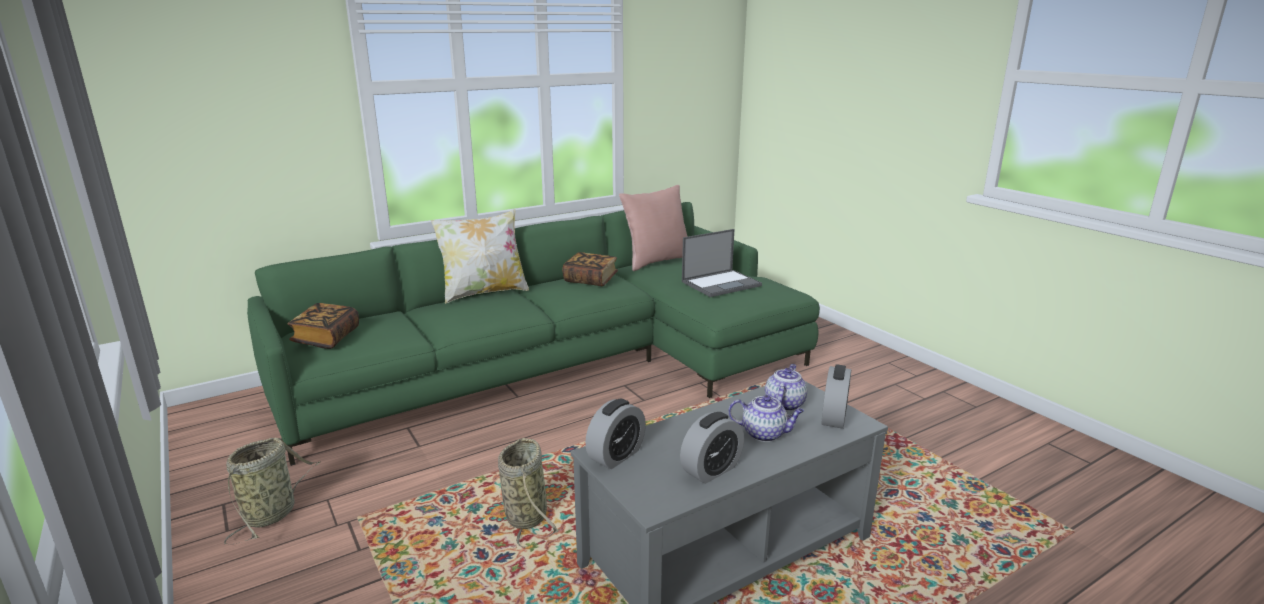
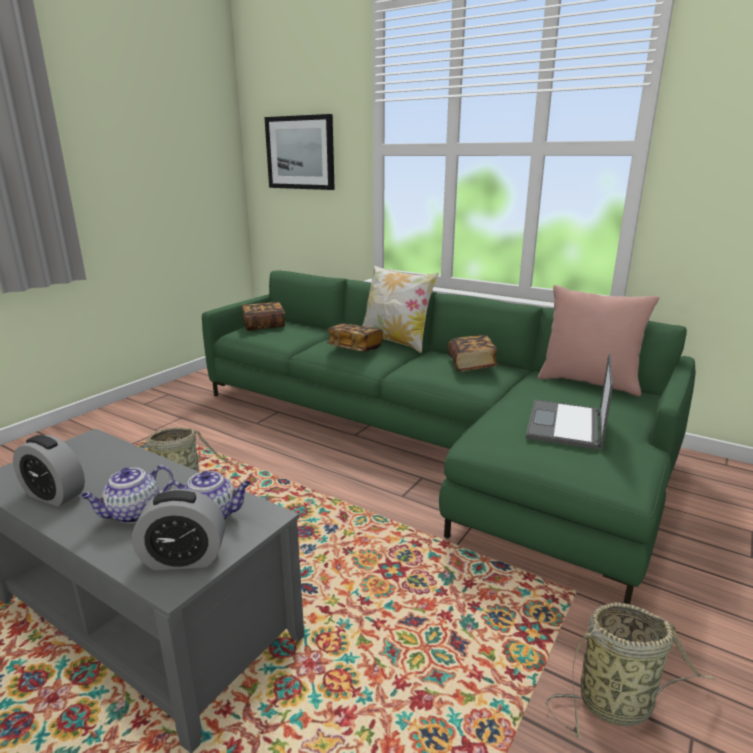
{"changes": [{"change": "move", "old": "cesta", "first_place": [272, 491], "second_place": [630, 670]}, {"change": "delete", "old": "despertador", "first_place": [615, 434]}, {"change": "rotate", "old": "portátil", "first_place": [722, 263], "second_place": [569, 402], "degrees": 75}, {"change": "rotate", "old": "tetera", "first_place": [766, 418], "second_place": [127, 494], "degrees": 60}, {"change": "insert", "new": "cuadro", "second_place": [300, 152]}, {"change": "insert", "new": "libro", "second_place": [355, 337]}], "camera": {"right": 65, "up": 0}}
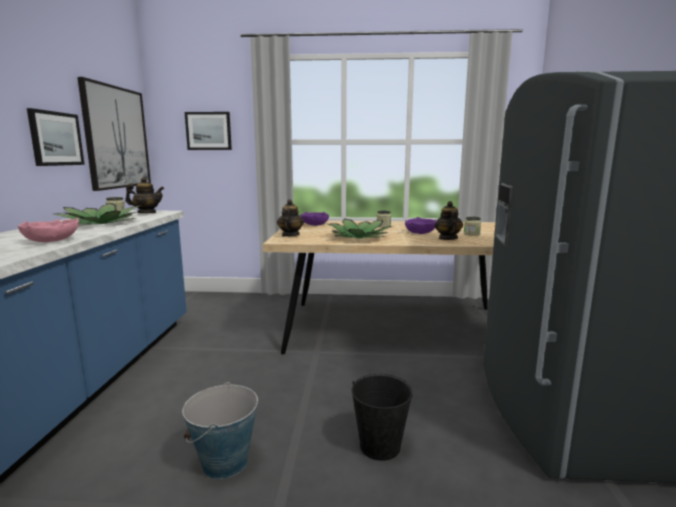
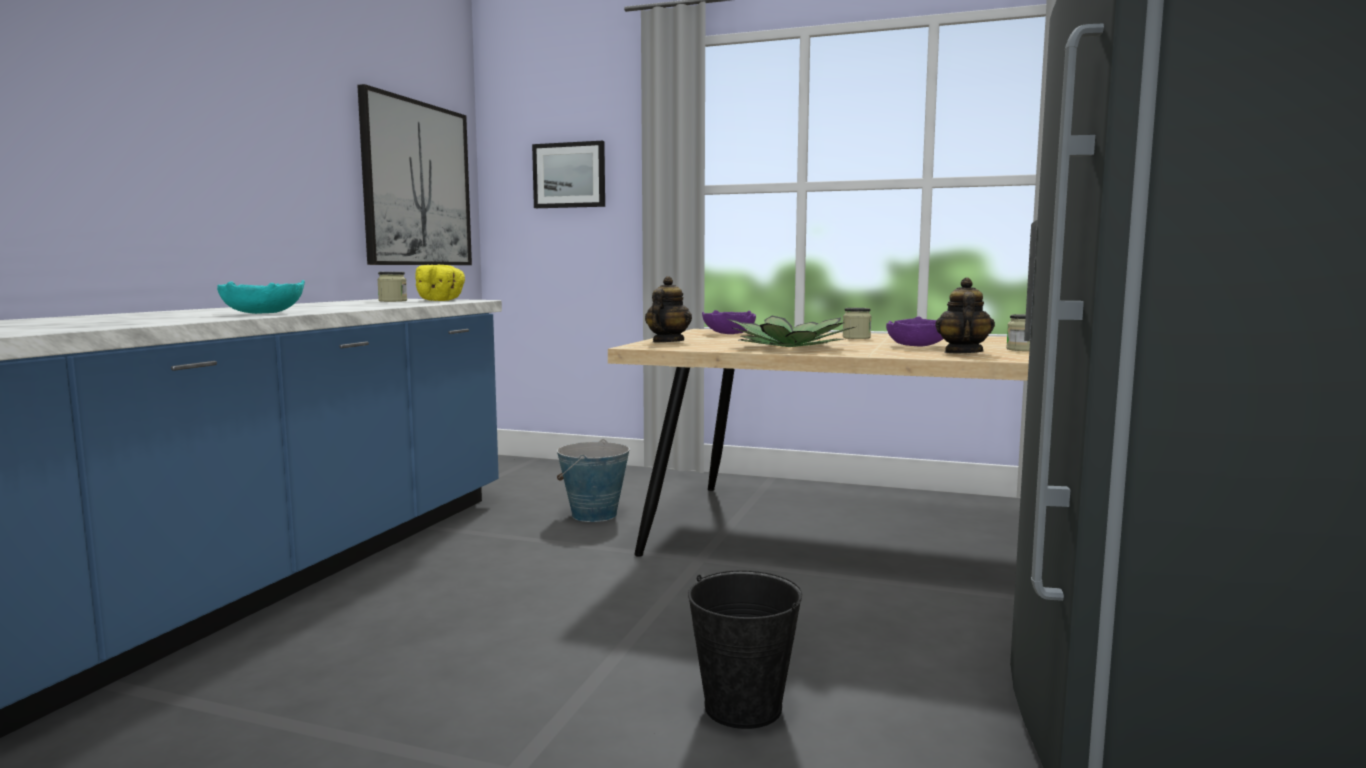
{"changes": [{"change": "recolor", "old": "cuenco (rosa)", "new": "cuenco (turquesa)", "first_place": [48, 230], "second_place": [261, 297]}, {"change": "delete", "old": "cuadro", "first_place": [56, 137]}, {"change": "delete", "old": "planta en maceta", "first_place": [97, 213]}, {"change": "replace", "old": "tetera", "new": "cuenco (amarillo)", "first_place": [144, 195], "second_place": [440, 283]}, {"change": "move", "old": "cubo", "first_place": [220, 430], "second_place": [593, 480]}], "camera": {"right": 15, "up": -5}}
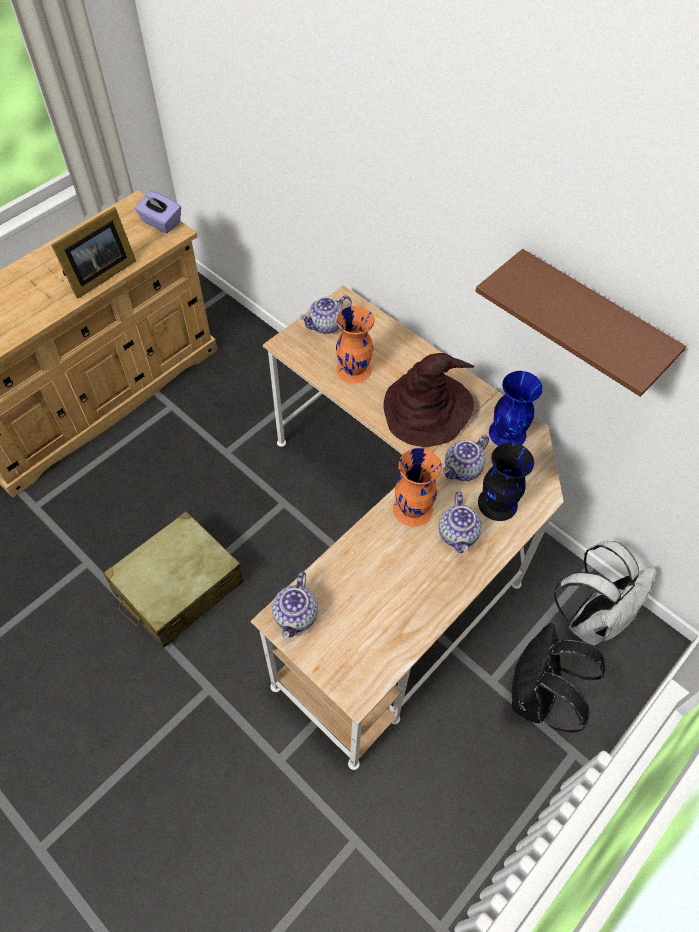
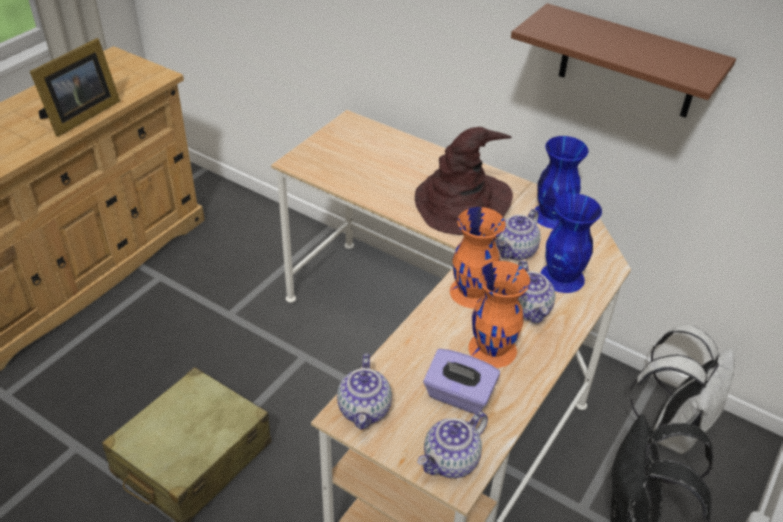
{"changes": [{"change": "move", "old": "caja de pañuelos (morado)", "first_place": [158, 212], "second_place": [461, 381]}, {"change": "move", "old": "tetera", "first_place": [326, 314], "second_place": [453, 444]}, {"change": "move", "old": "florero (naranja)", "first_place": [355, 345], "second_place": [499, 314]}, {"change": "recolor", "old": "florero (negro)", "new": "florero (azul)", "first_place": [506, 482], "second_place": [571, 243]}], "camera": {"right": -10, "up": -15}}
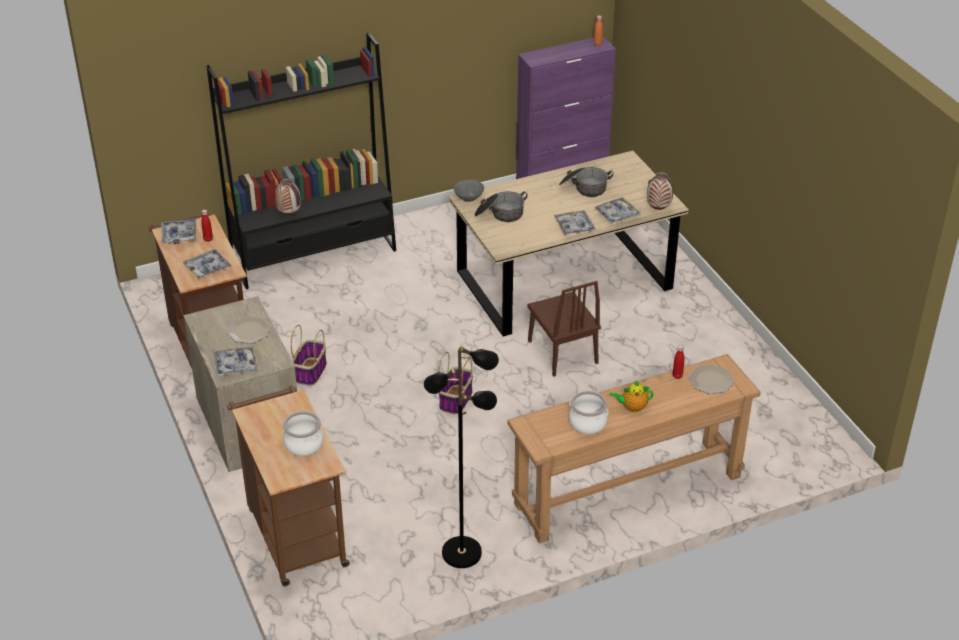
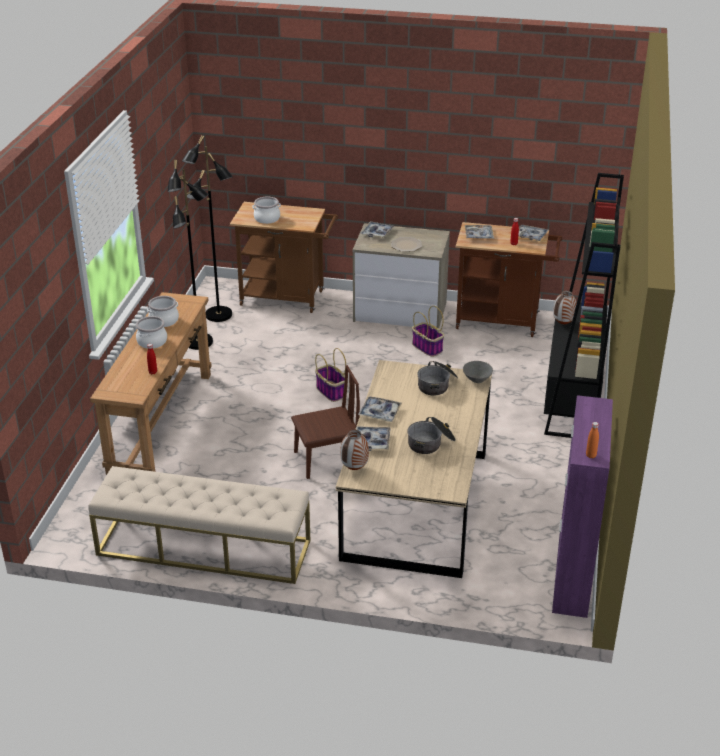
{"changes": [{"change": "rotate", "old": "silla (marrón)", "first_place": [564, 328], "second_place": [325, 422], "degrees": 150}, {"change": "replace", "old": "tetera", "new": "olla", "first_place": [631, 396], "second_place": [151, 332]}, {"change": "delete", "old": "plato", "first_place": [711, 379]}, {"change": "insert", "new": "banco (beis)", "second_place": [199, 525]}, {"change": "insert", "new": "lámpara de pie (negro)", "second_place": [207, 228]}], "camera": {"right": 125, "up": -5}}
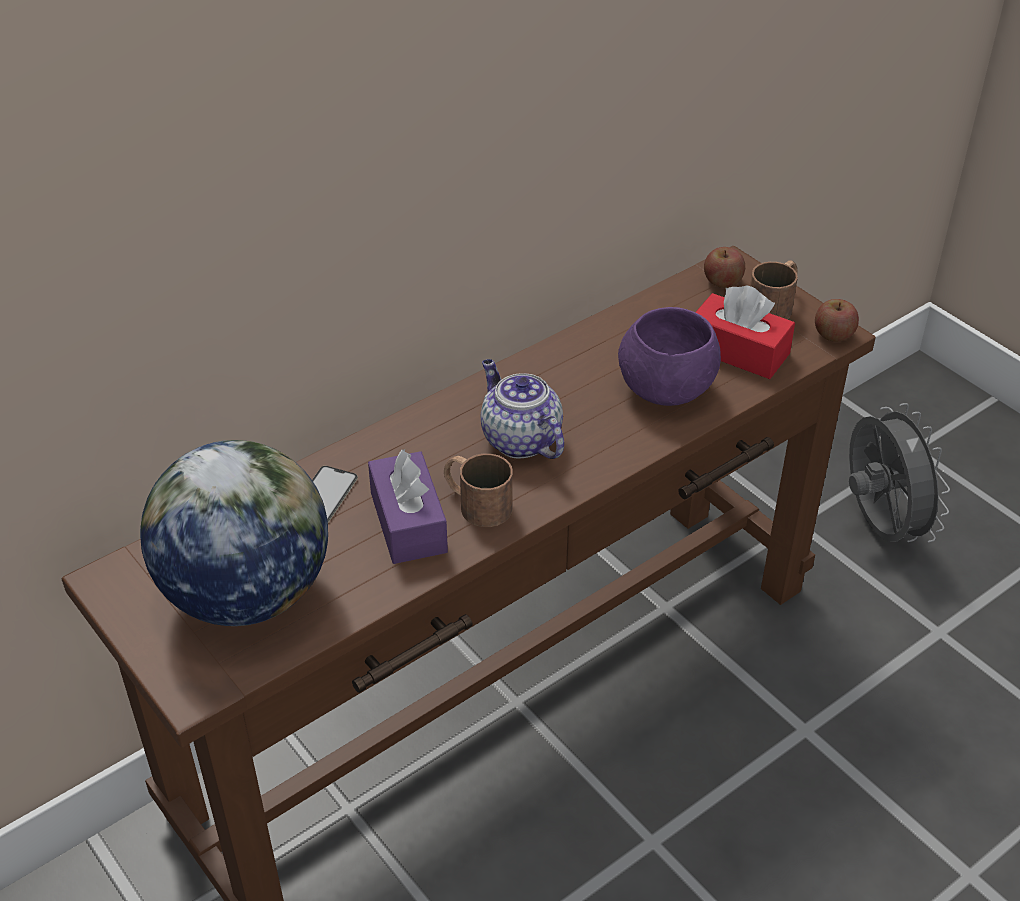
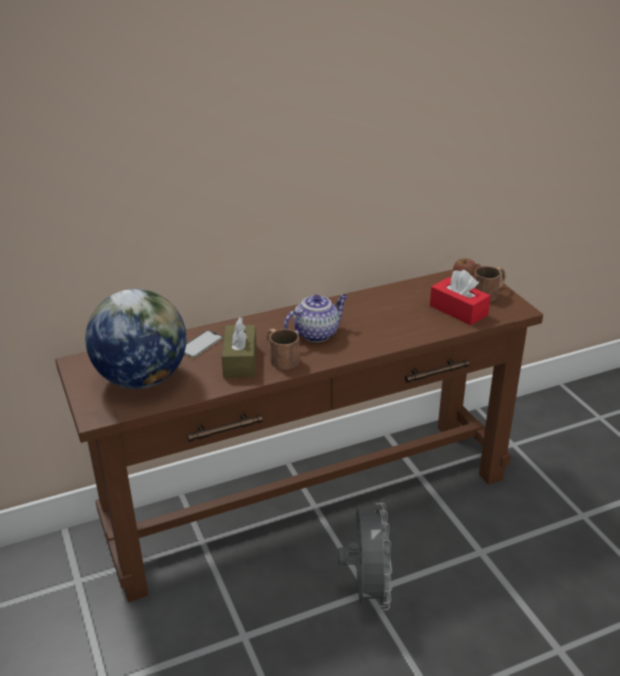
{"changes": [{"change": "recolor", "old": "caja de pañuelos (morado)", "new": "caja de pañuelos (marrón)", "first_place": [408, 506], "second_place": [239, 347]}, {"change": "rotate", "old": "tetera", "first_place": [522, 409], "second_place": [316, 318], "degrees": 75}, {"change": "delete", "old": "cuenco (morado)", "first_place": [669, 356]}, {"change": "delete", "old": "manzana", "first_place": [837, 320]}, {"change": "move", "old": "ventilador (gris)", "first_place": [899, 473], "second_place": [365, 556]}], "camera": {"right": 15, "up": -10}}
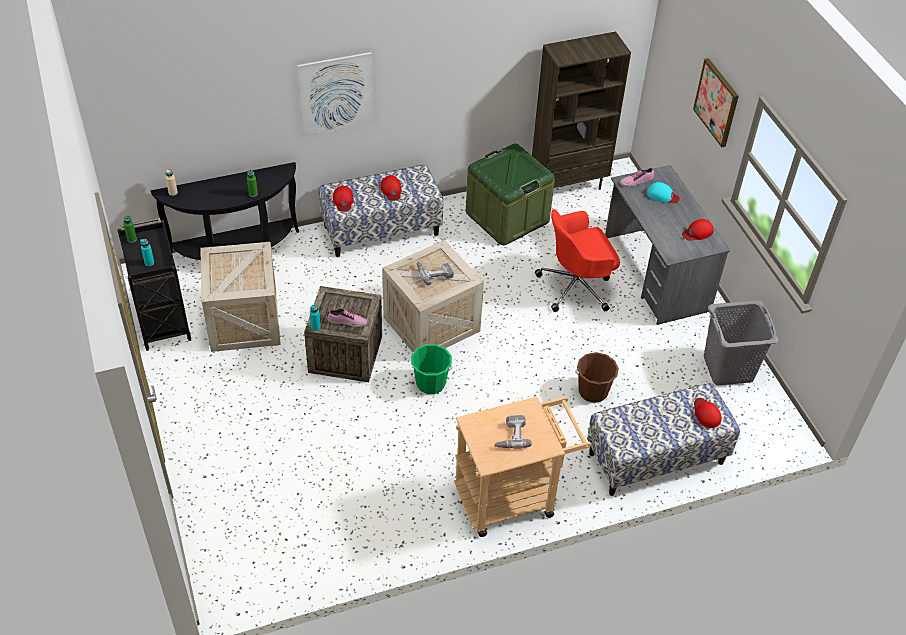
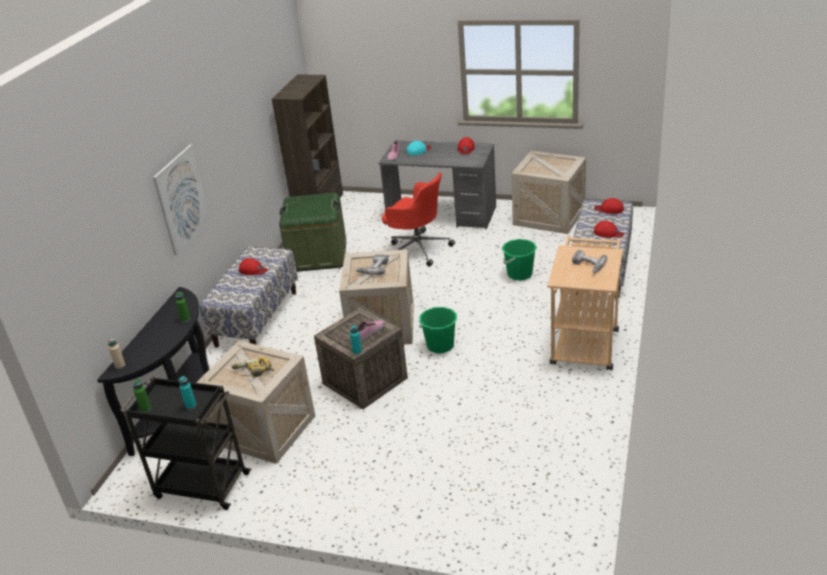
{"changes": [{"change": "move", "old": "gorra (rojo)", "first_place": [343, 199], "second_place": [609, 229]}, {"change": "rotate", "old": "silla de oficina (rojo)", "first_place": [577, 260], "second_place": [418, 219], "degrees": -75}, {"change": "recolor", "old": "cubo (marrón)", "new": "cubo (verde)", "first_place": [597, 377], "second_place": [519, 260]}, {"change": "delete", "old": "cuadro", "first_place": [716, 103]}, {"change": "replace", "old": "cesto de la ropa (gris)", "new": "caja de embalaje", "first_place": [741, 342], "second_place": [548, 192]}, {"change": "insert", "new": "taladro", "second_place": [253, 367]}], "camera": {"right": -50, "up": -15}}
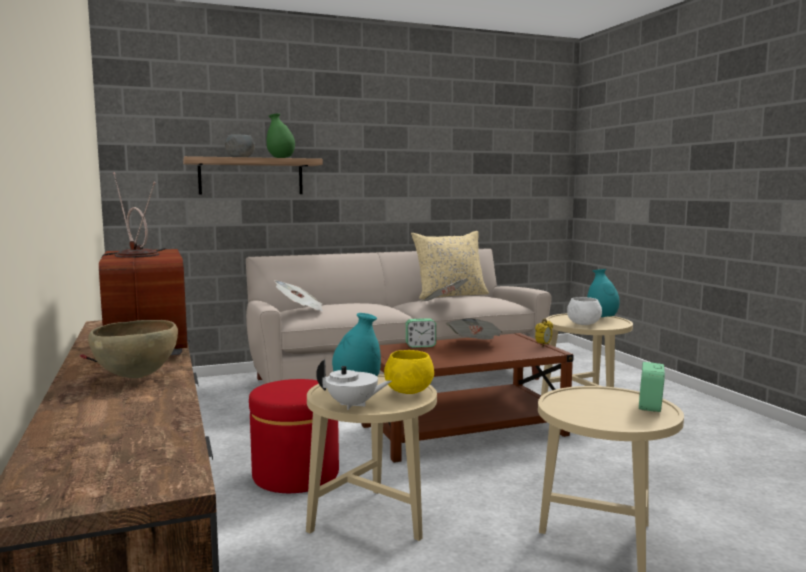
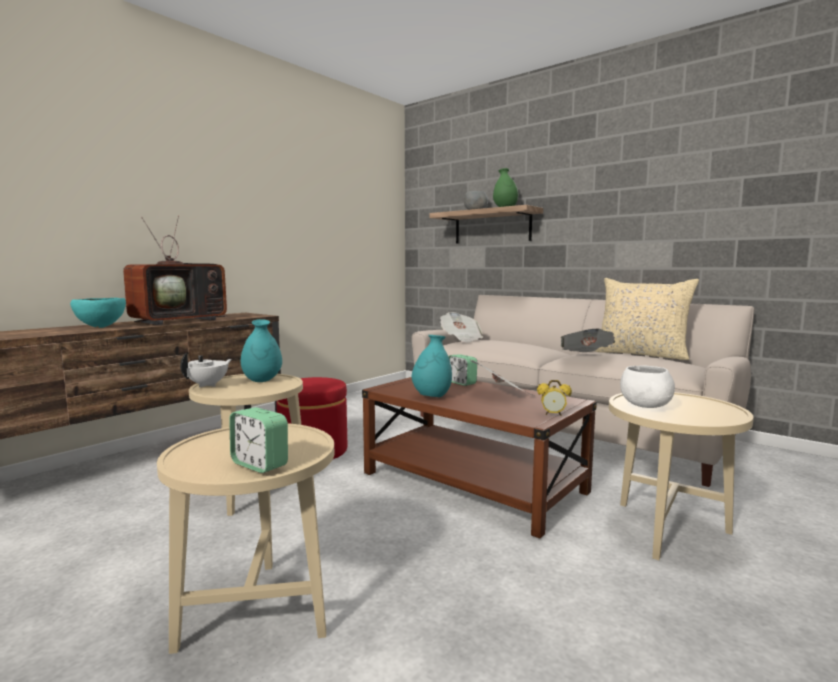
{"changes": [{"change": "recolor", "old": "cuenco (marrón)", "new": "cuenco (turquesa)", "first_place": [133, 349], "second_place": [98, 313]}, {"change": "rotate", "old": "tetera (blanco)", "first_place": [354, 384], "second_place": [206, 370], "degrees": -135}, {"change": "delete", "old": "cuenco (amarillo)", "first_place": [409, 372]}, {"change": "move", "old": "florero (turquesa)", "first_place": [603, 293], "second_place": [432, 366]}, {"change": "rotate", "old": "despertador", "first_place": [652, 387], "second_place": [258, 440], "degrees": -135}], "camera": {"right": 60, "up": 0}}
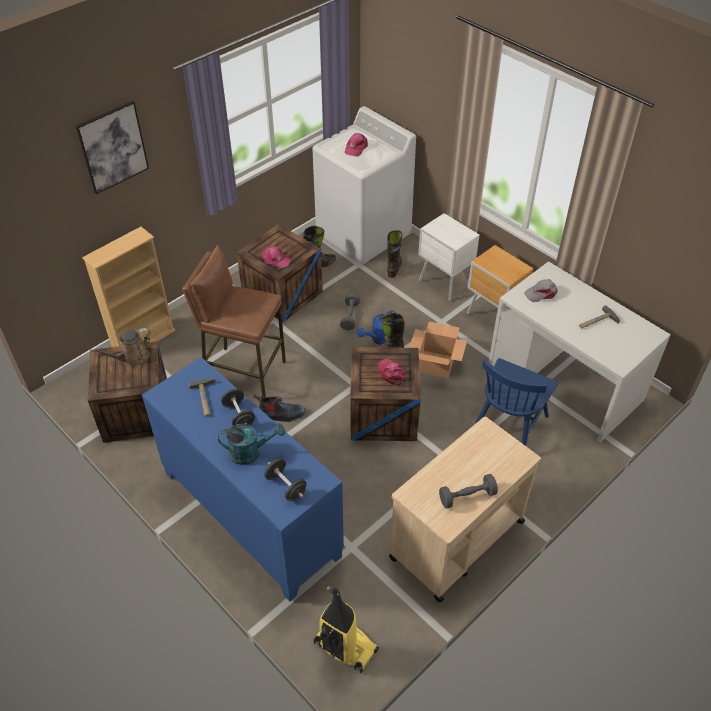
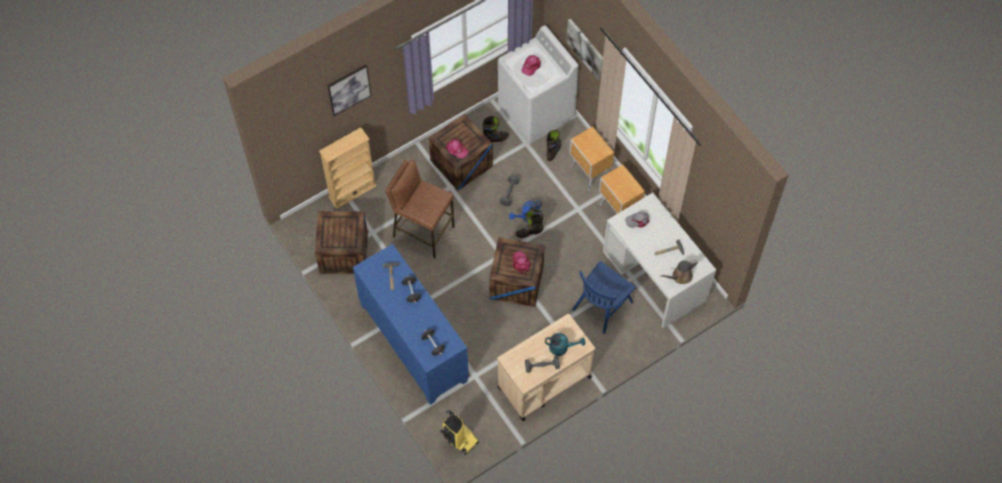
{"changes": [{"change": "move", "old": "regadera (marrón)", "first_place": [121, 347], "second_place": [679, 272]}, {"change": "move", "old": "regadera (turquesa)", "first_place": [251, 444], "second_place": [565, 344]}, {"change": "delete", "old": "bota", "first_place": [279, 408]}, {"change": "delete", "old": "caja de cartón", "first_place": [438, 349]}, {"change": "recolor", "old": "mesita de noche (blanco)", "new": "mesita de noche (marrón)", "first_place": [449, 257], "second_place": [591, 158]}, {"change": "insert", "new": "cuadro", "second_place": [584, 50]}], "camera": {"right": 10, "up": 15}}
